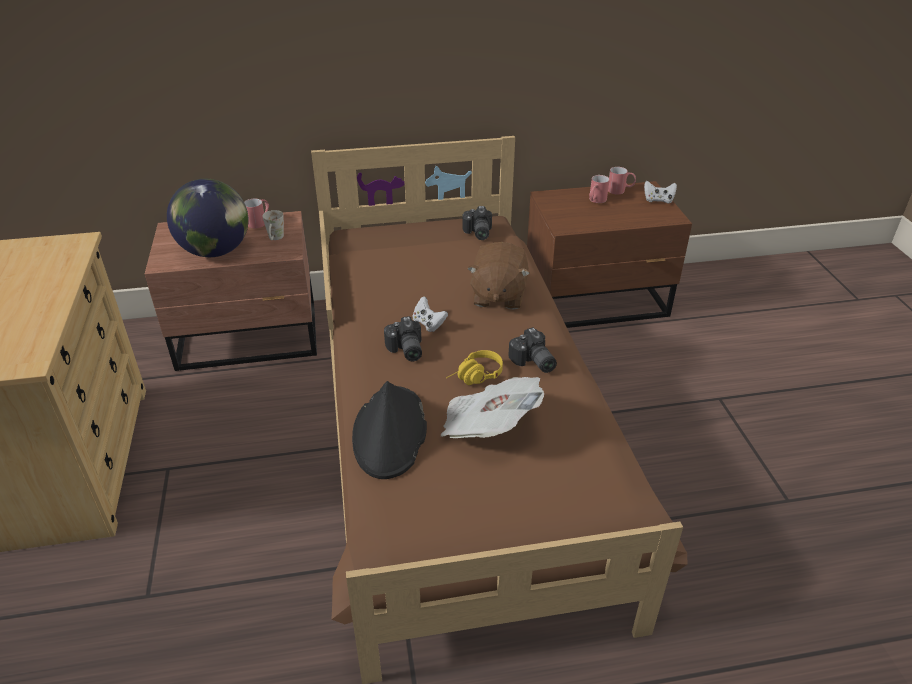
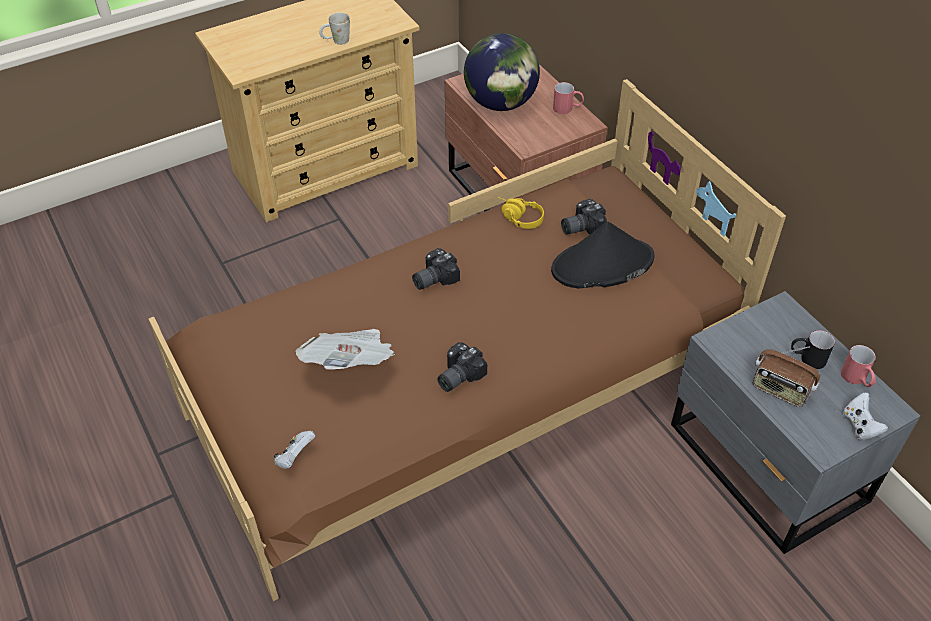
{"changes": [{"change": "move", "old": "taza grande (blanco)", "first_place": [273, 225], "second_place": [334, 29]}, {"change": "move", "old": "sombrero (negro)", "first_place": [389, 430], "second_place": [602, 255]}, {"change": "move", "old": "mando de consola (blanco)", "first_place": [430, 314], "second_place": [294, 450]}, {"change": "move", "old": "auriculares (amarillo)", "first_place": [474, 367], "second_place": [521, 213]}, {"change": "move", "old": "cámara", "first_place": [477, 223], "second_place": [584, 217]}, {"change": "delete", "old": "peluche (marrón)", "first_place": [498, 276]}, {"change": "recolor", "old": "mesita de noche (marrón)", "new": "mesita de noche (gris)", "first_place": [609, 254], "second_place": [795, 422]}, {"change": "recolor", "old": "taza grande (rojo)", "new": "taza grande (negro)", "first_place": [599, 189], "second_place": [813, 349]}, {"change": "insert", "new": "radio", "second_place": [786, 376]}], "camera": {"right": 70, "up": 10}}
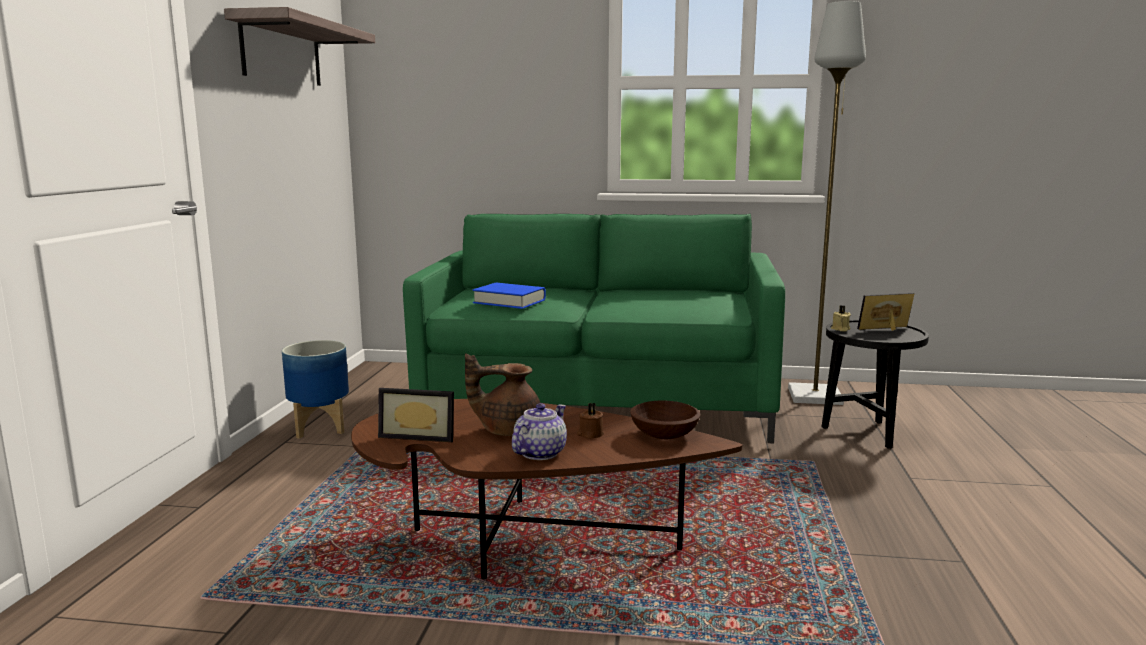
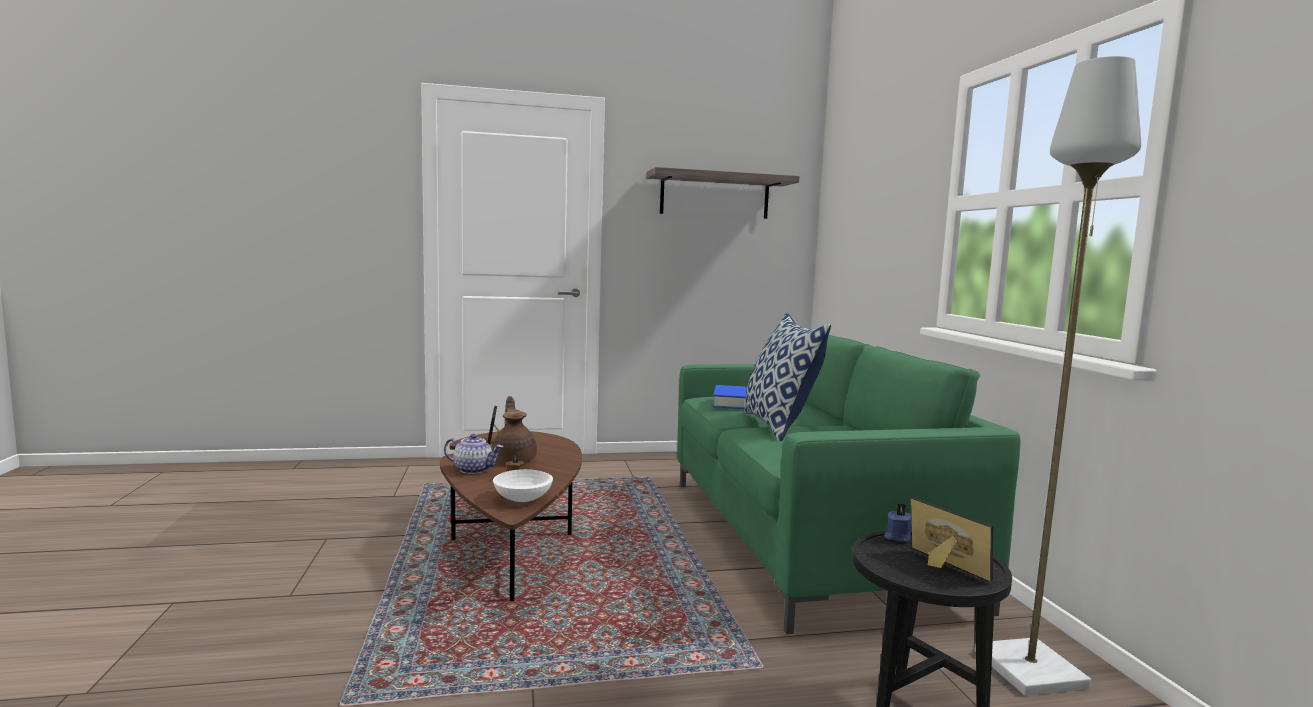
{"changes": [{"change": "delete", "old": "maceta", "first_place": [315, 389]}, {"change": "recolor", "old": "cuenco (marrón)", "new": "cuenco (blanco)", "first_place": [665, 420], "second_place": [523, 485]}, {"change": "recolor", "old": "vela (beis)", "new": "vela (azul)", "first_place": [841, 318], "second_place": [898, 522]}, {"change": "insert", "new": "cojín", "second_place": [787, 377]}], "camera": {"right": 70, "up": -5}}
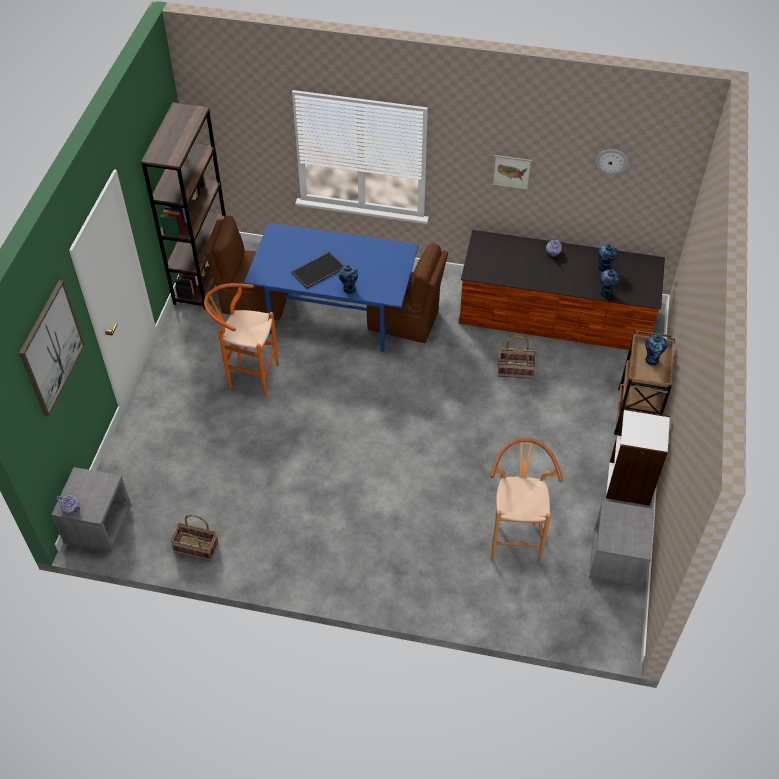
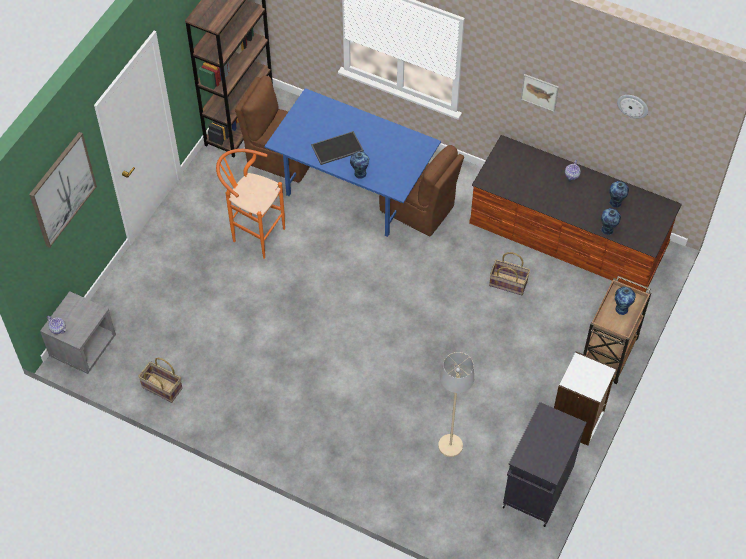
{"changes": [{"change": "replace", "old": "taburete (marrón)", "new": "lámpara de pie (beis)", "first_place": [526, 501], "second_place": [456, 404]}, {"change": "replace", "old": "mesita de noche (gris)", "new": "armario (negro)", "first_place": [621, 543], "second_place": [545, 464]}], "camera": {"right": 15, "up": 5}}
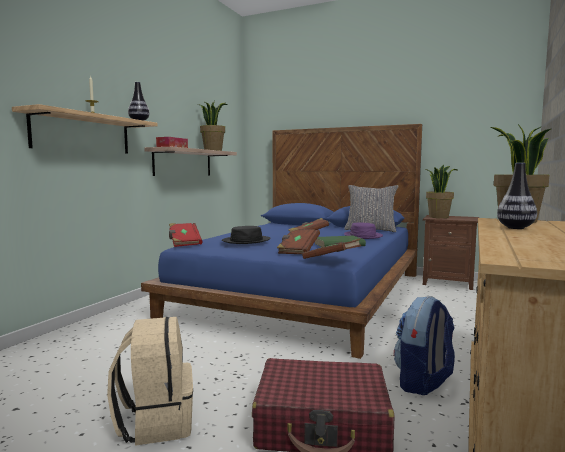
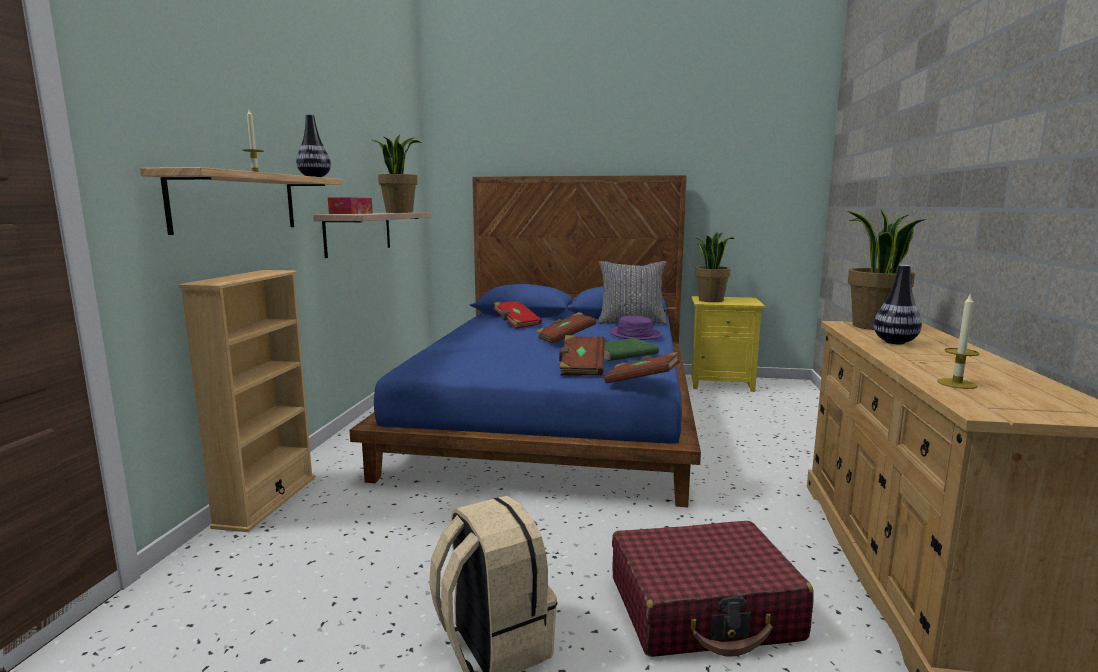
{"changes": [{"change": "move", "old": "libro (rojo)", "first_place": [185, 235], "second_place": [518, 315]}, {"change": "delete", "old": "sombrero (negro)", "first_place": [246, 235]}, {"change": "delete", "old": "mochila", "first_place": [424, 345]}, {"change": "recolor", "old": "mesita de noche (marrón)", "new": "mesita de noche (amarillo)", "first_place": [451, 252], "second_place": [728, 344]}, {"change": "insert", "new": "estantería (beis)", "second_place": [247, 401]}, {"change": "insert", "new": "vela", "second_place": [958, 341]}], "camera": {"right": -15, "up": 5}}
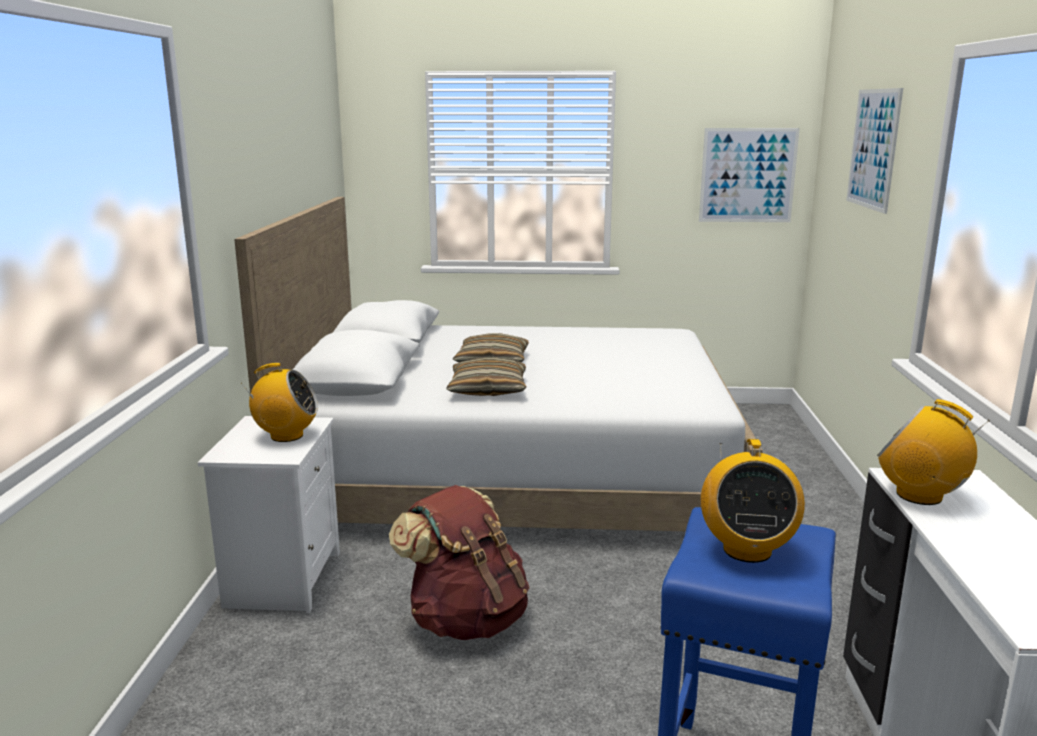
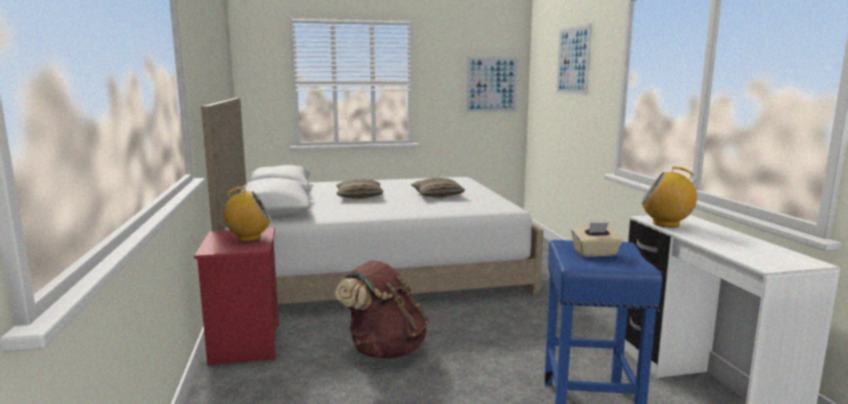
{"changes": [{"change": "recolor", "old": "mesita de noche (blanco)", "new": "mesita de noche (rojo)", "first_place": [269, 514], "second_place": [236, 296]}, {"change": "move", "old": "cojín", "first_place": [486, 376], "second_place": [438, 187]}, {"change": "replace", "old": "radio", "new": "caja de pañuelos (beis)", "first_place": [753, 501], "second_place": [596, 239]}], "camera": {"right": -15, "up": -5}}
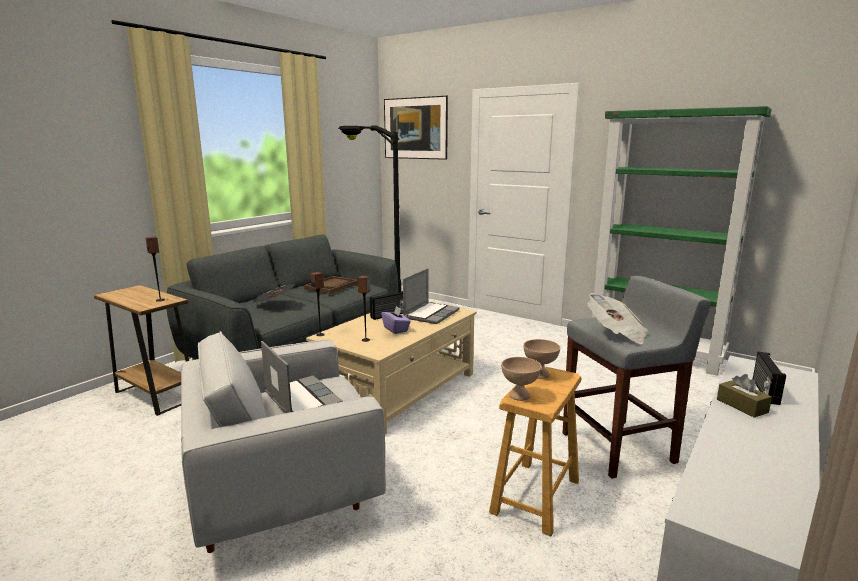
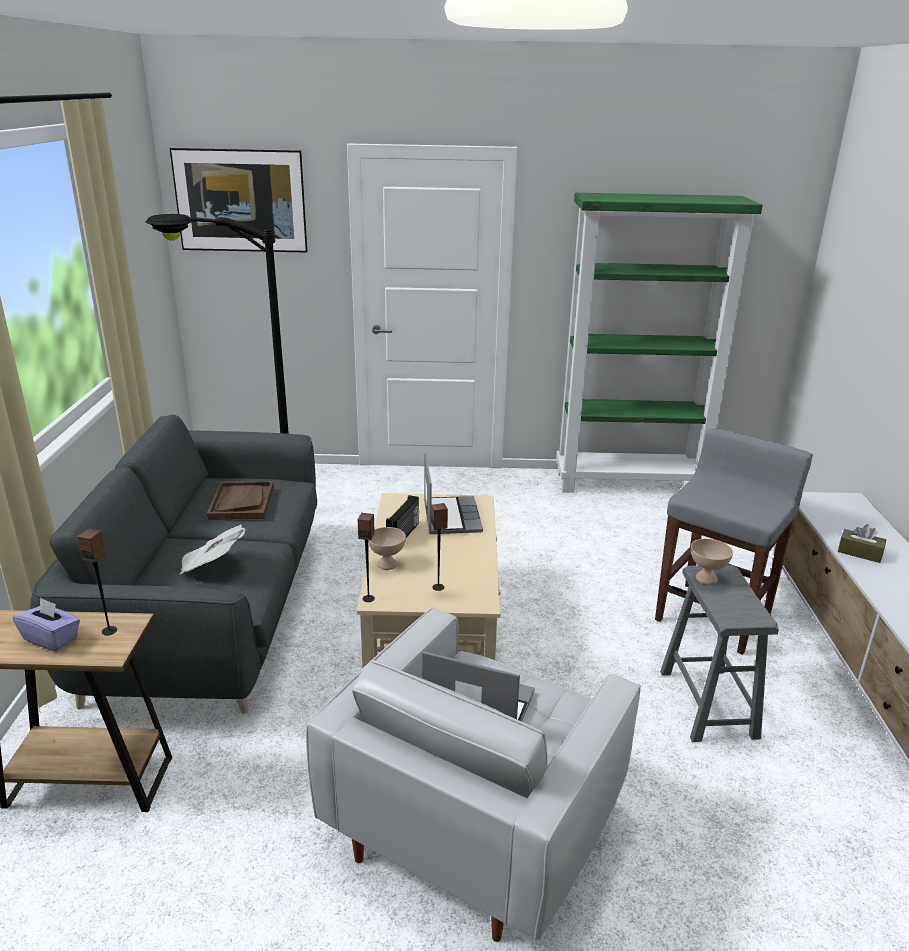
{"changes": [{"change": "move", "old": "caja de pañuelos (morado)", "first_place": [396, 320], "second_place": [46, 624]}, {"change": "recolor", "old": "taburete (marrón)", "new": "taburete (gris)", "first_place": [535, 451], "second_place": [719, 653]}, {"change": "move", "old": "cuenco (beis)", "first_place": [521, 379], "second_place": [387, 548]}, {"change": "delete", "old": "periódico", "first_place": [618, 318]}, {"change": "delete", "old": "radio", "first_place": [769, 378]}], "camera": {"right": -35, "up": 10}}
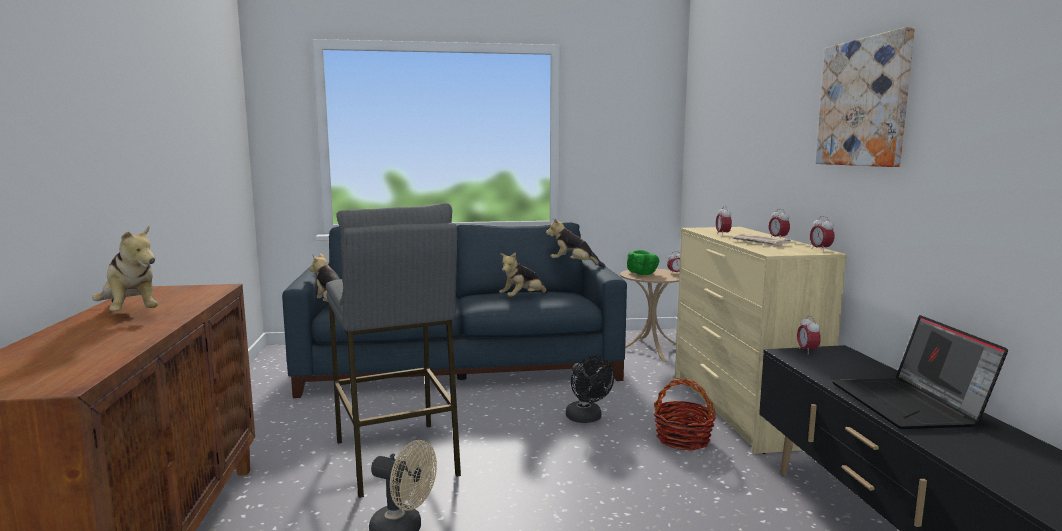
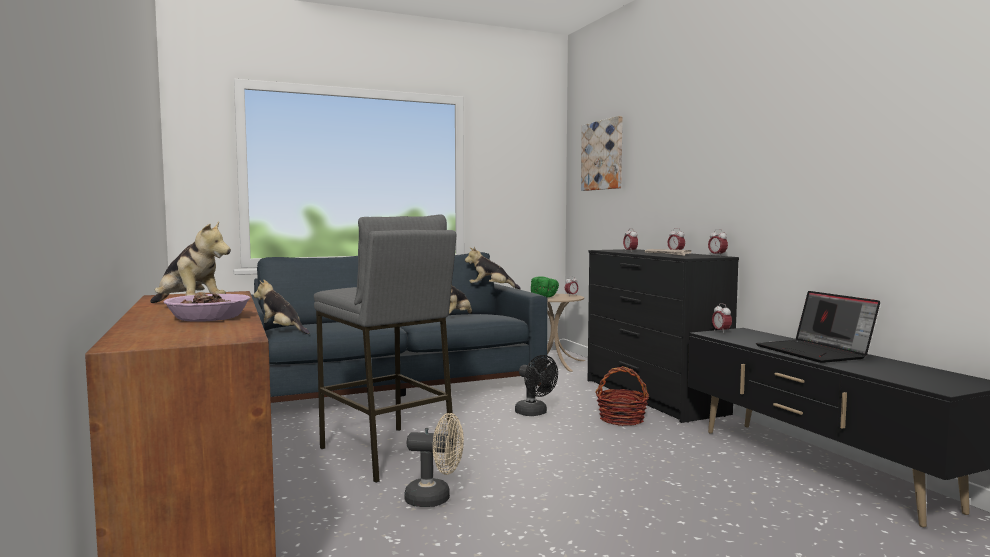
{"changes": [{"change": "recolor", "old": "cómoda (beis)", "new": "cómoda (negro)", "first_place": [761, 340], "second_place": [663, 336]}, {"change": "move", "old": "cuadro", "first_place": [865, 97], "second_place": [602, 153]}, {"change": "insert", "new": "cuenco", "second_place": [206, 306]}], "camera": {"right": -15, "up": -5}}
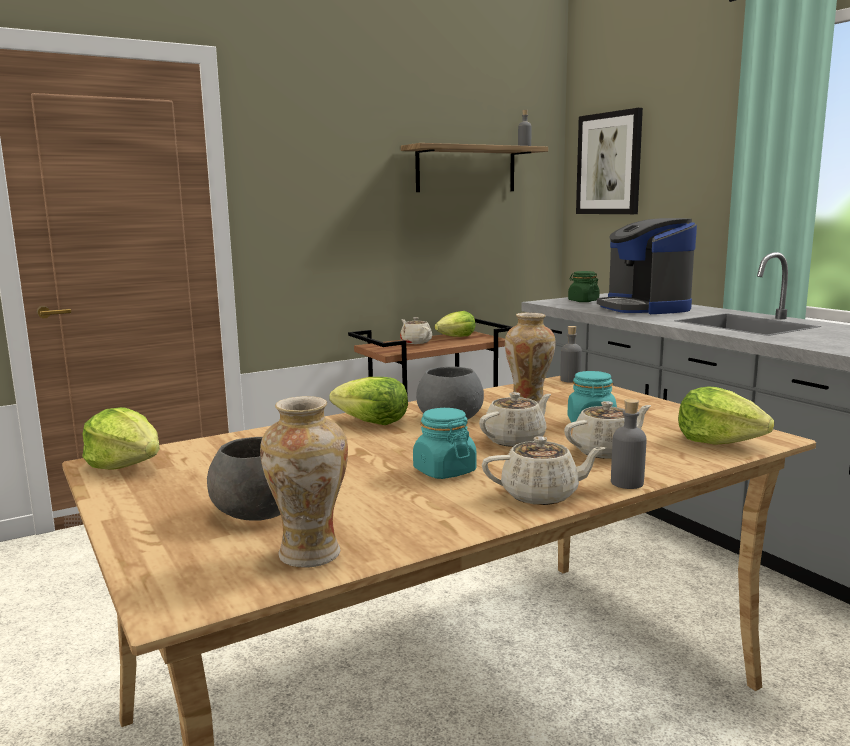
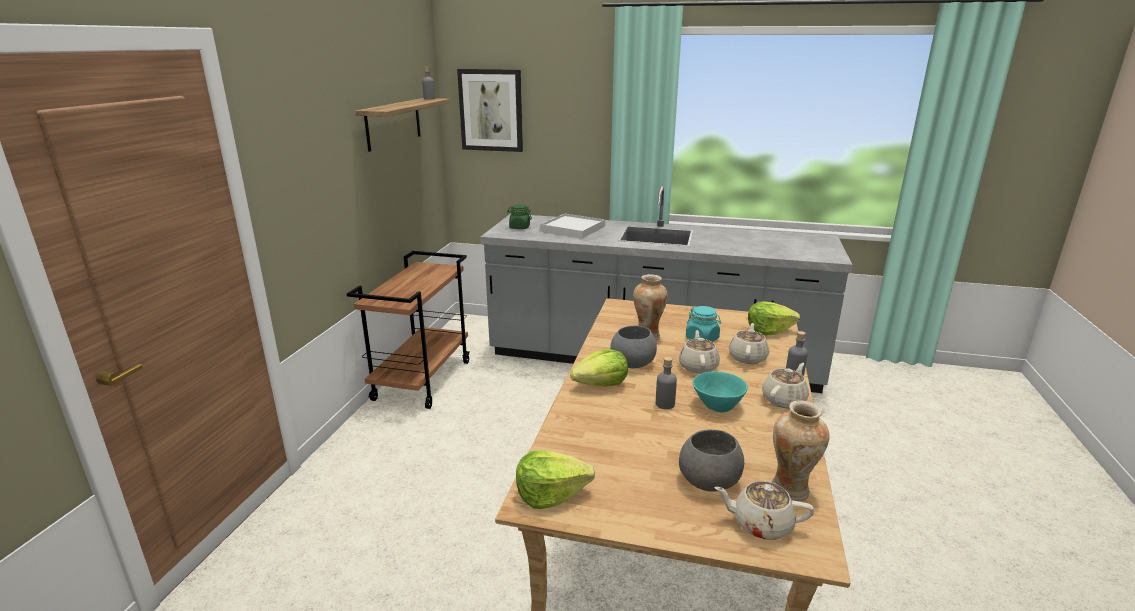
{"changes": [{"change": "move", "old": "tetera (beis)", "first_place": [416, 330], "second_place": [764, 510]}, {"change": "replace", "old": "tarro (turquesa)", "new": "cuenco (turquesa)", "first_place": [445, 443], "second_place": [720, 392]}, {"change": "delete", "old": "lechuga", "first_place": [455, 324]}, {"change": "move", "old": "botella (gris)", "first_place": [571, 354], "second_place": [666, 383]}, {"change": "replace", "old": "cafetera", "new": "bandeja (blanco)", "first_place": [647, 266], "second_place": [572, 226]}], "camera": {"right": -45, "up": 10}}
